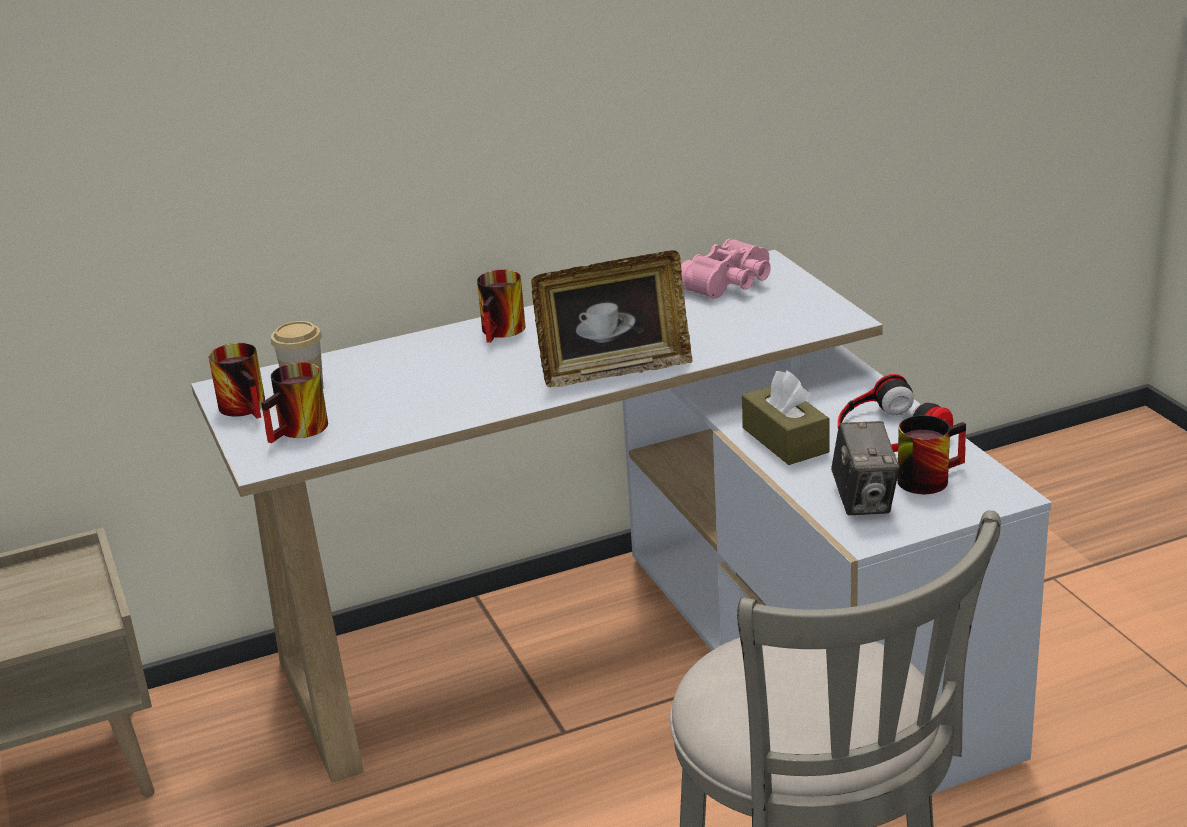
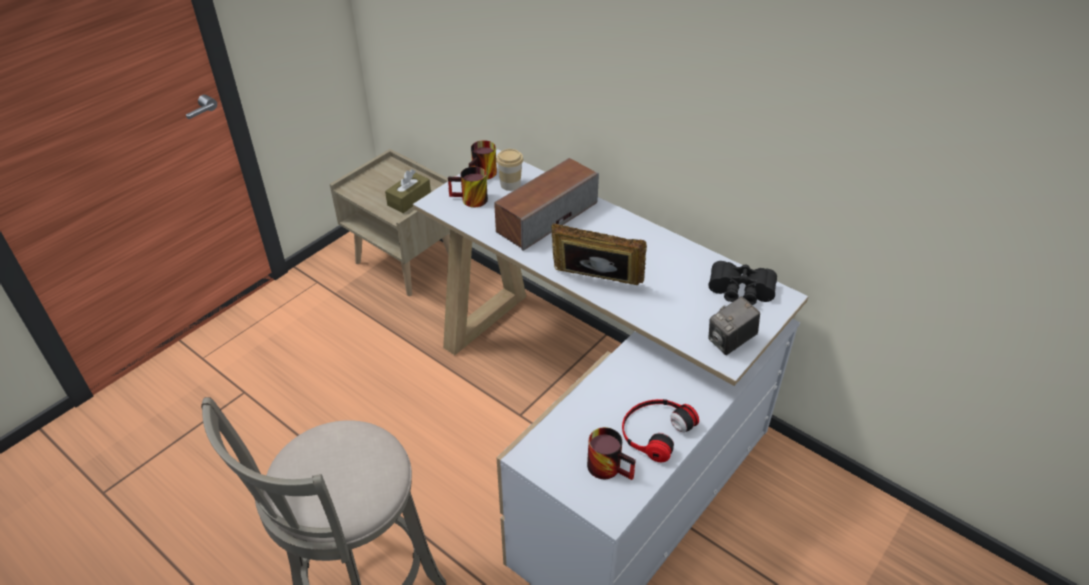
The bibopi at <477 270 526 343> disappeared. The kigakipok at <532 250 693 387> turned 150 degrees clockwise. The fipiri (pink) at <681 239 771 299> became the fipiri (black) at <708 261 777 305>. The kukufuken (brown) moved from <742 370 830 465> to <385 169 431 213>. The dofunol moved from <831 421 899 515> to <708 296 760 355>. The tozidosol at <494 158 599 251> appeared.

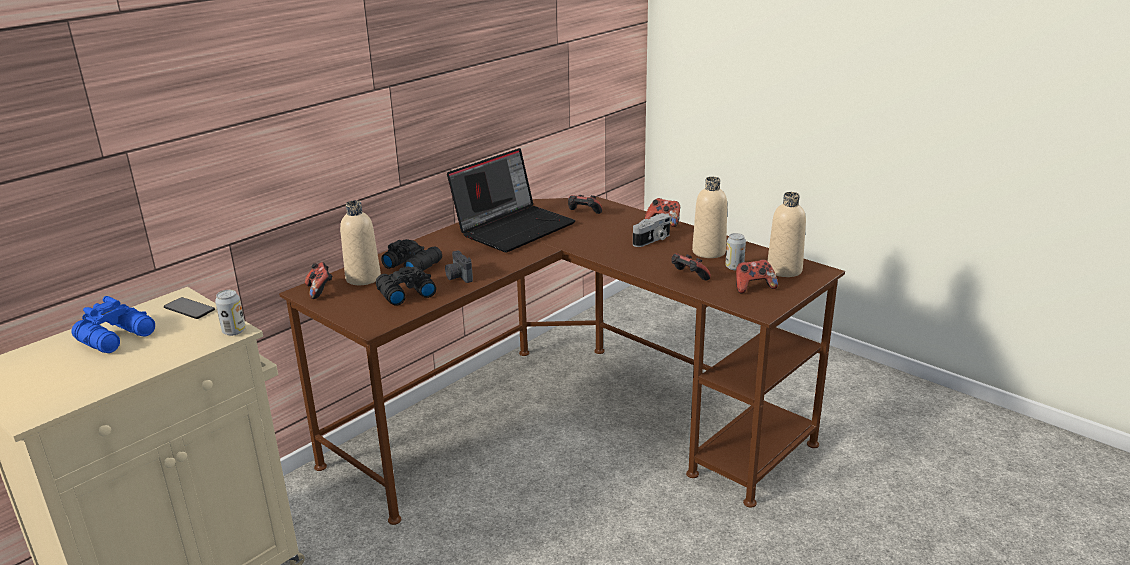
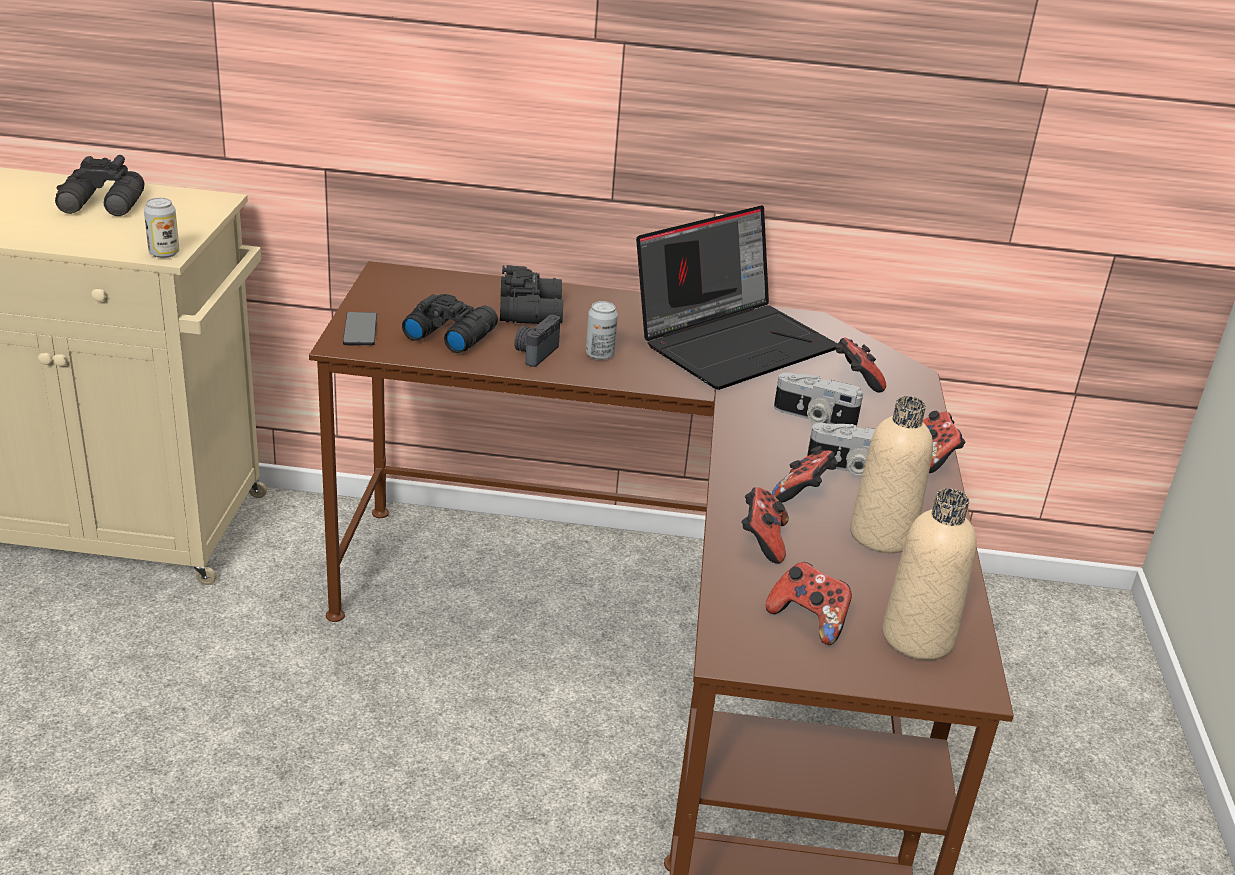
The fipiri (blue) at <72 296 155 353> became the fipiri (black) at <55 155 145 216>. The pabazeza moved from <164 297 215 319> to <343 312 377 346>. The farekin moved from <305 262 332 299> to <772 446 838 503>. The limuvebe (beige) at <340 201 381 285> disappeared. The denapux at <447 148 576 252> turned 45 degrees counterclockwise. The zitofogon moved from <725 233 746 270> to <586 301 618 360>. The dofunol at <774 372 863 427> appeared.

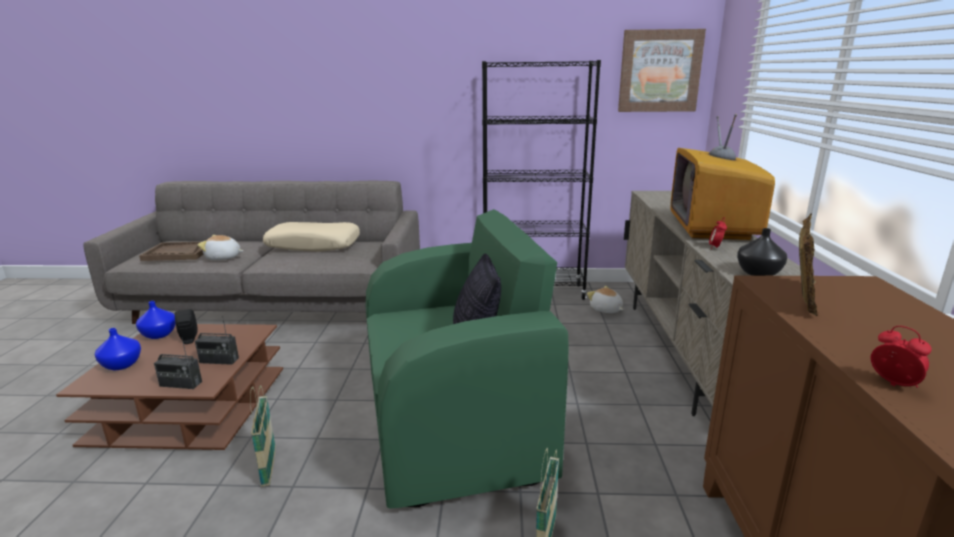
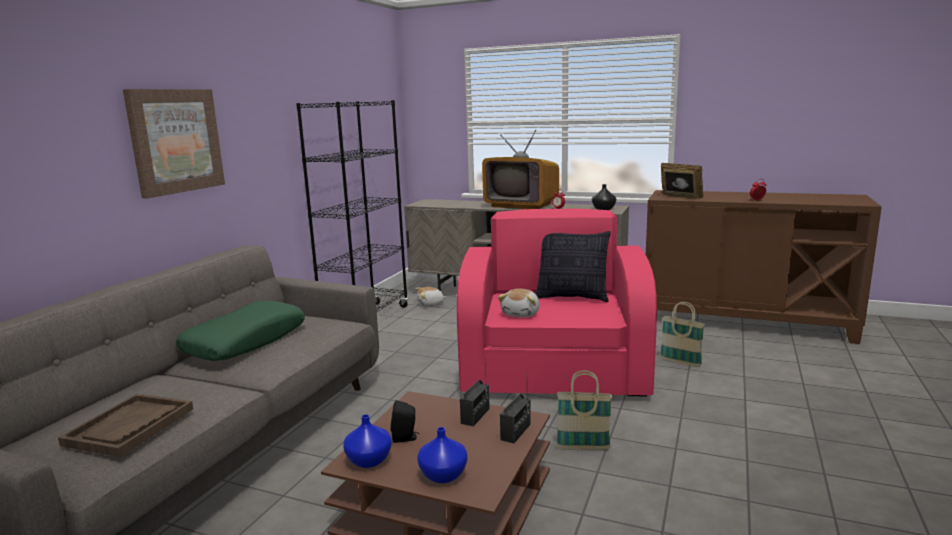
The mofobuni moved from <198 235 243 260> to <498 289 540 317>. The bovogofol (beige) at <263 222 360 252> became the bovogofol (green) at <176 301 305 361>. The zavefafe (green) at <366 209 569 508> became the zavefafe (pink) at <457 208 657 397>. The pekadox moved from <618 29 706 112> to <123 89 225 198>.

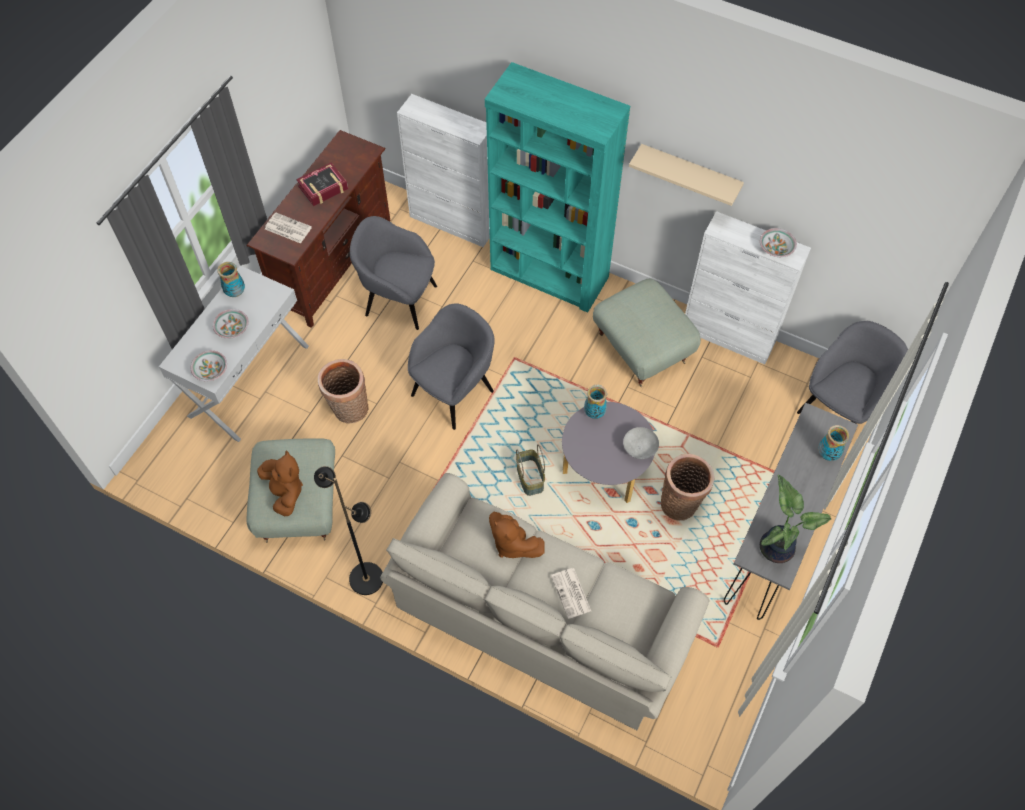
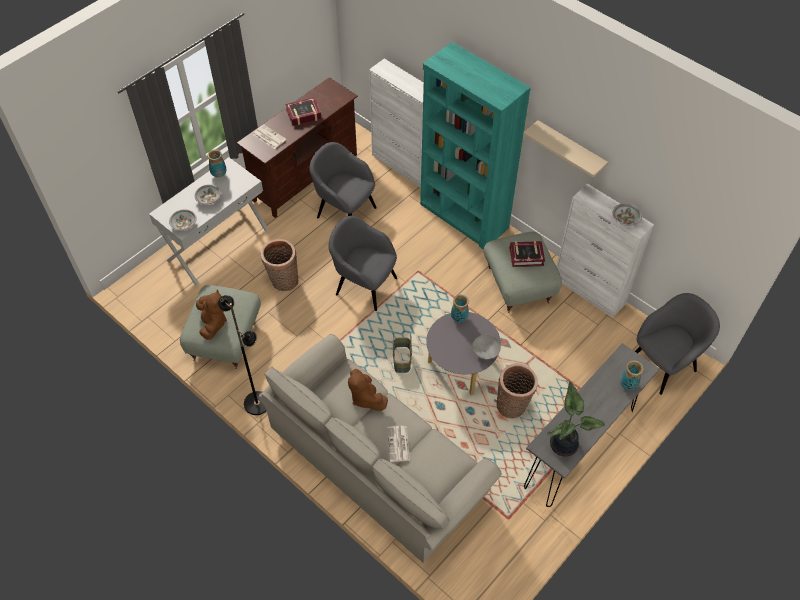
The zavefafe (grey) at <408 304 495 430> turned 120 degrees counterclockwise. The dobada at <509 241 545 267> appeared.

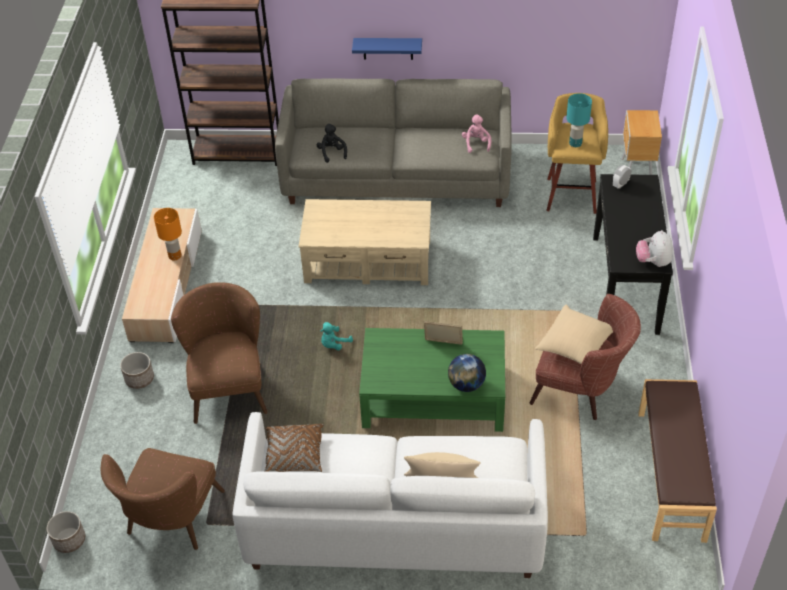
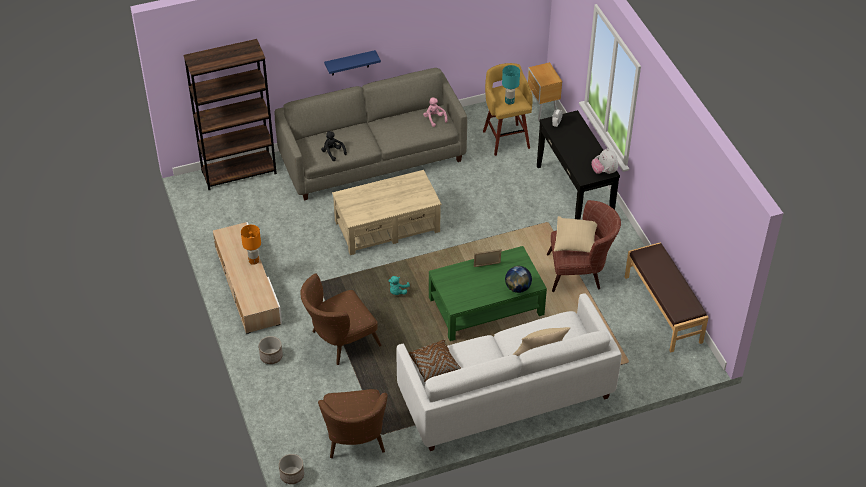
The zavefafe (brown) at <171 282 268 424> turned 90 degrees counterclockwise.

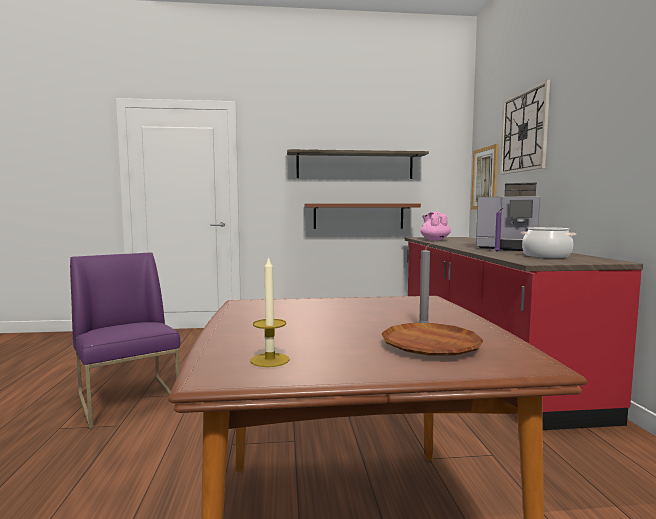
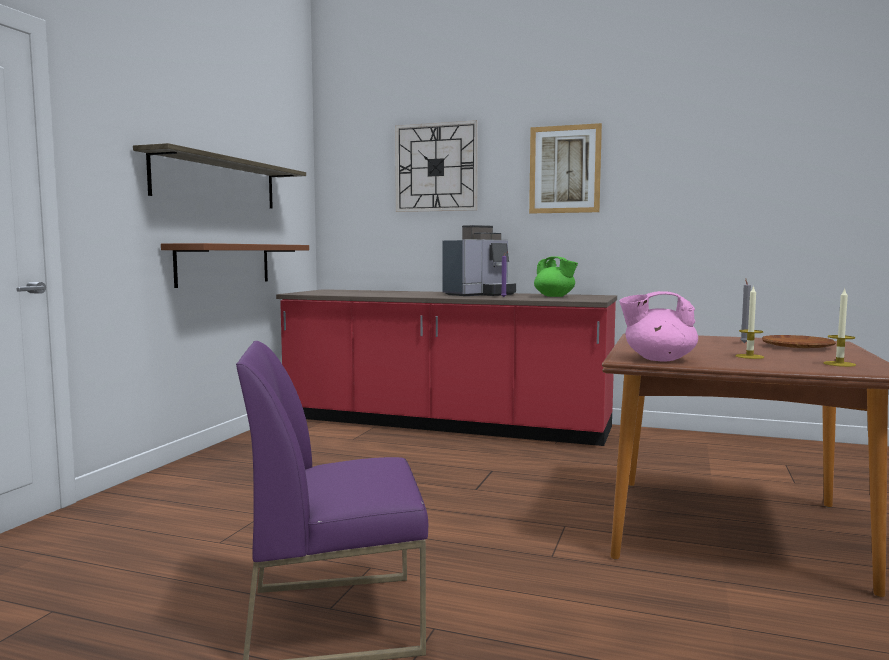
The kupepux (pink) moved from <420 212 451 241> to <619 291 698 362>. The pekadox moved from <471 144 498 209> to <529 123 602 214>. The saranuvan at <521 227 576 258> was replaced by the kupepux (green) at <534 256 578 297>. The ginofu at <736 285 764 359> appeared.

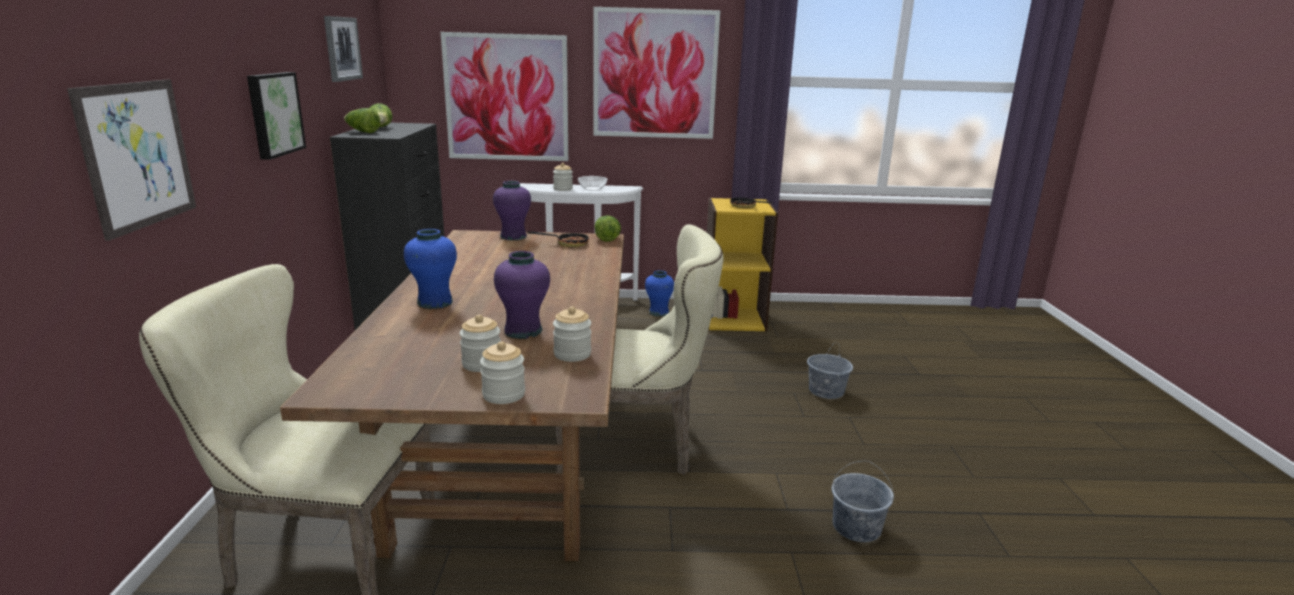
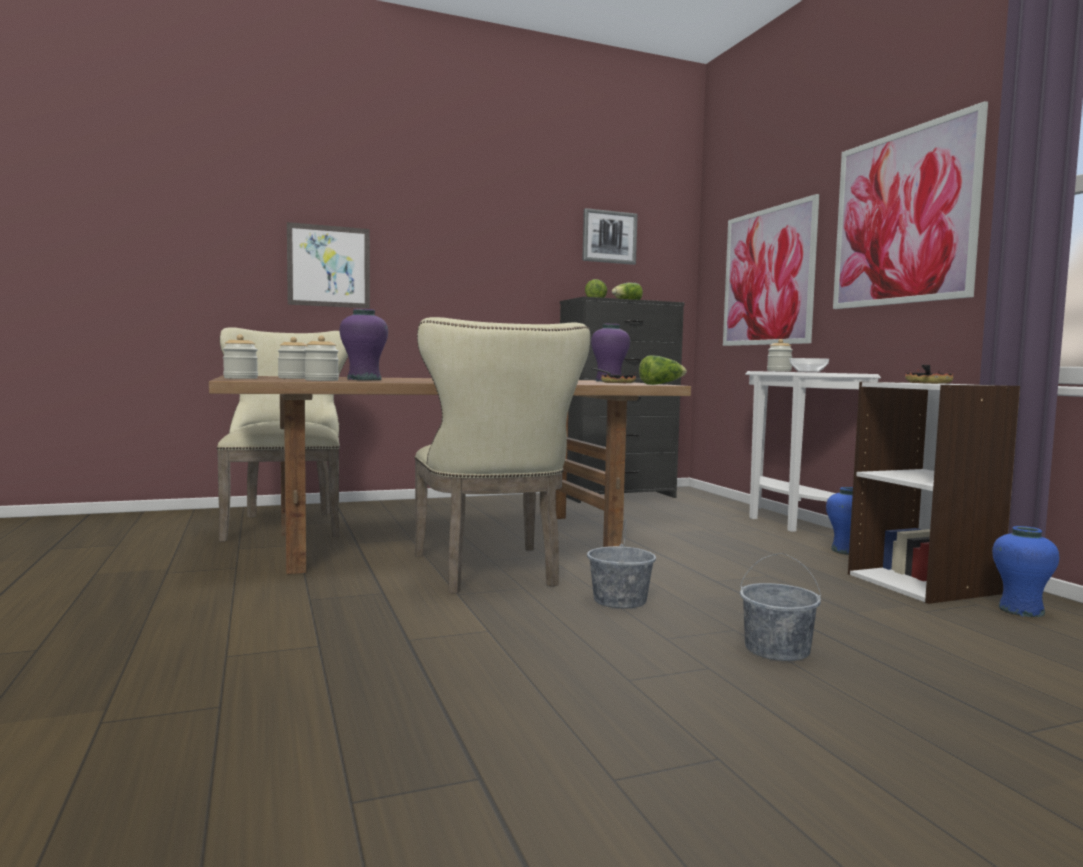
The pekadox at <247 72 306 160> disappeared. The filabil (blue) moved from <404 229 457 309> to <992 526 1059 617>. The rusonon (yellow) at <707 198 778 332> became the rusonon (white) at <848 382 1020 604>. The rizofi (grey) moved from <831 461 894 542> to <587 519 656 608>.

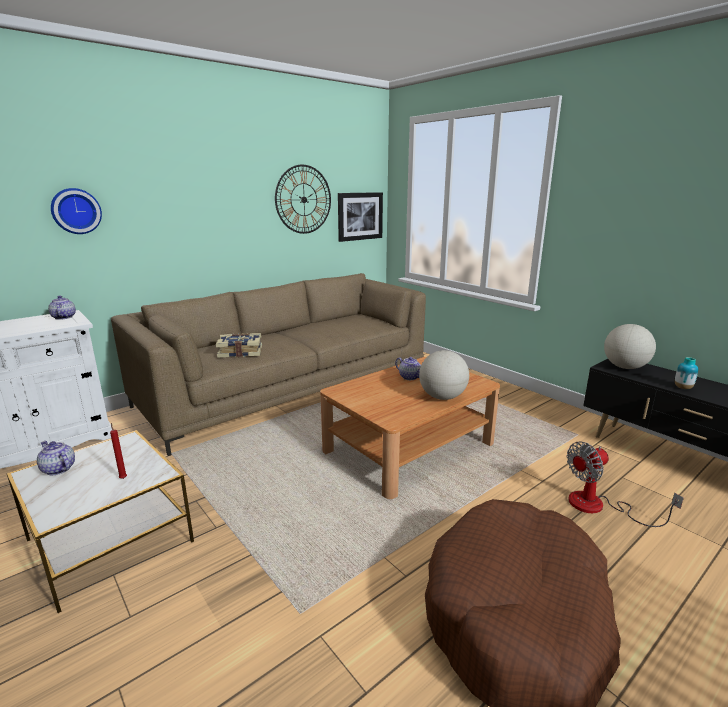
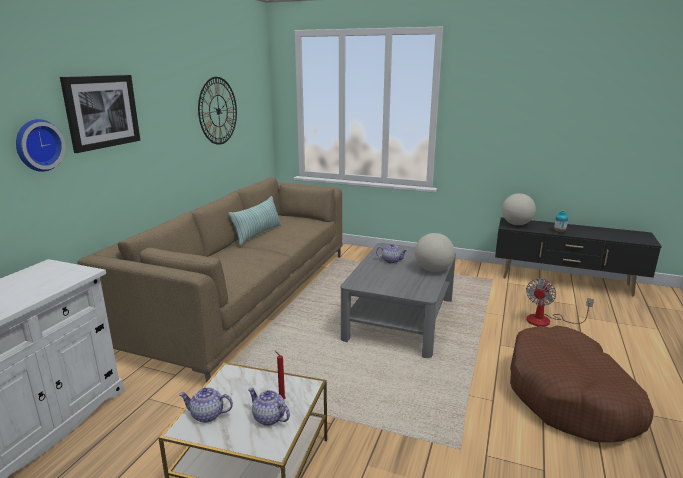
The kupepux moved from <48 296 76 320> to <248 388 290 426>. The dobada at <216 333 262 358> disappeared. The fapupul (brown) at <320 357 500 499> became the fapupul (grey) at <340 243 456 358>. The pekadox moved from <338 192 383 242> to <60 75 140 153>. The bovogofol at <228 196 282 245> appeared.

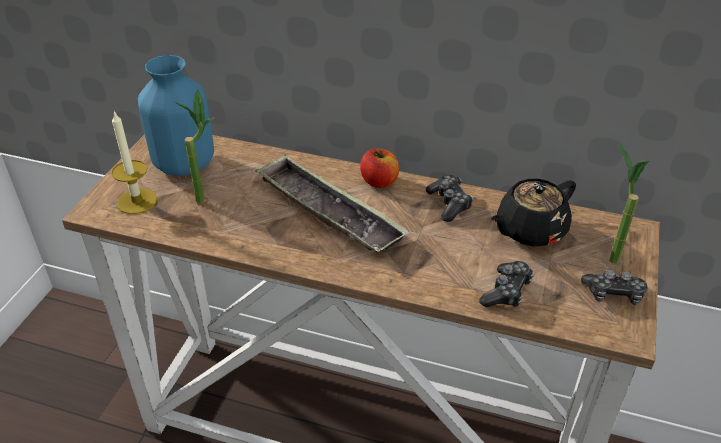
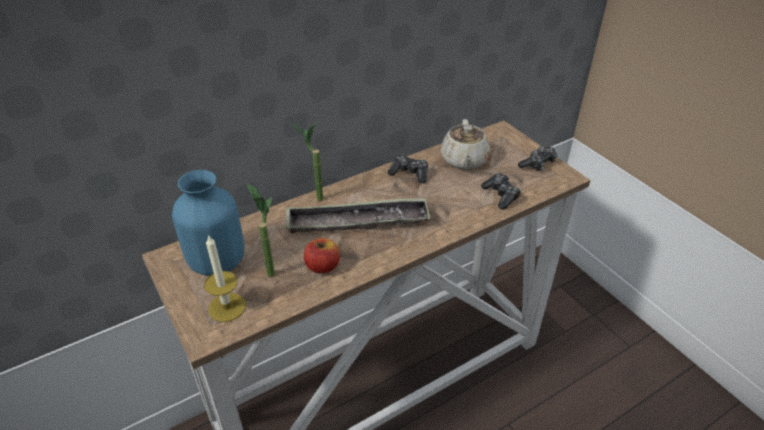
The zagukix moved from <360 148 399 188> to <304 238 340 273>. The kupepux (black) at <491 179 576 246> became the kupepux (beige) at <440 119 490 170>. The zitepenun moved from <609 144 650 264> to <291 123 323 201>.

